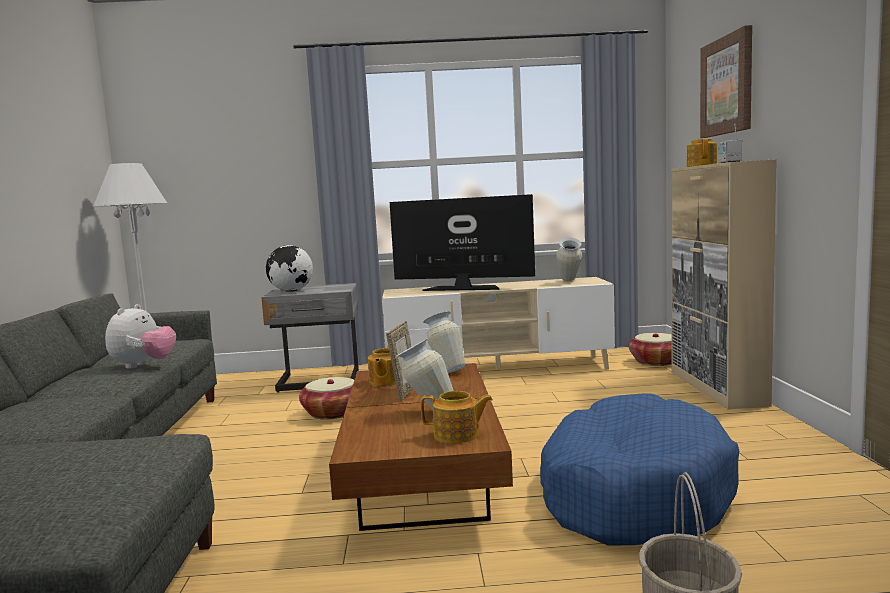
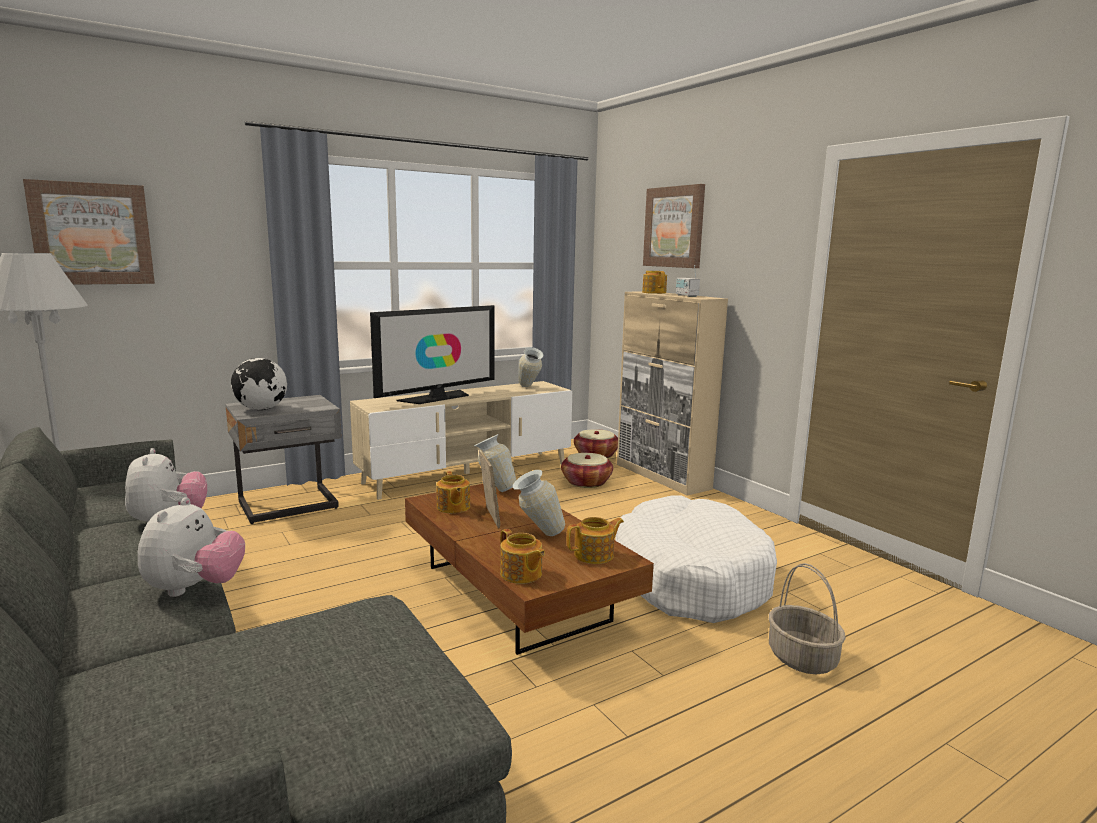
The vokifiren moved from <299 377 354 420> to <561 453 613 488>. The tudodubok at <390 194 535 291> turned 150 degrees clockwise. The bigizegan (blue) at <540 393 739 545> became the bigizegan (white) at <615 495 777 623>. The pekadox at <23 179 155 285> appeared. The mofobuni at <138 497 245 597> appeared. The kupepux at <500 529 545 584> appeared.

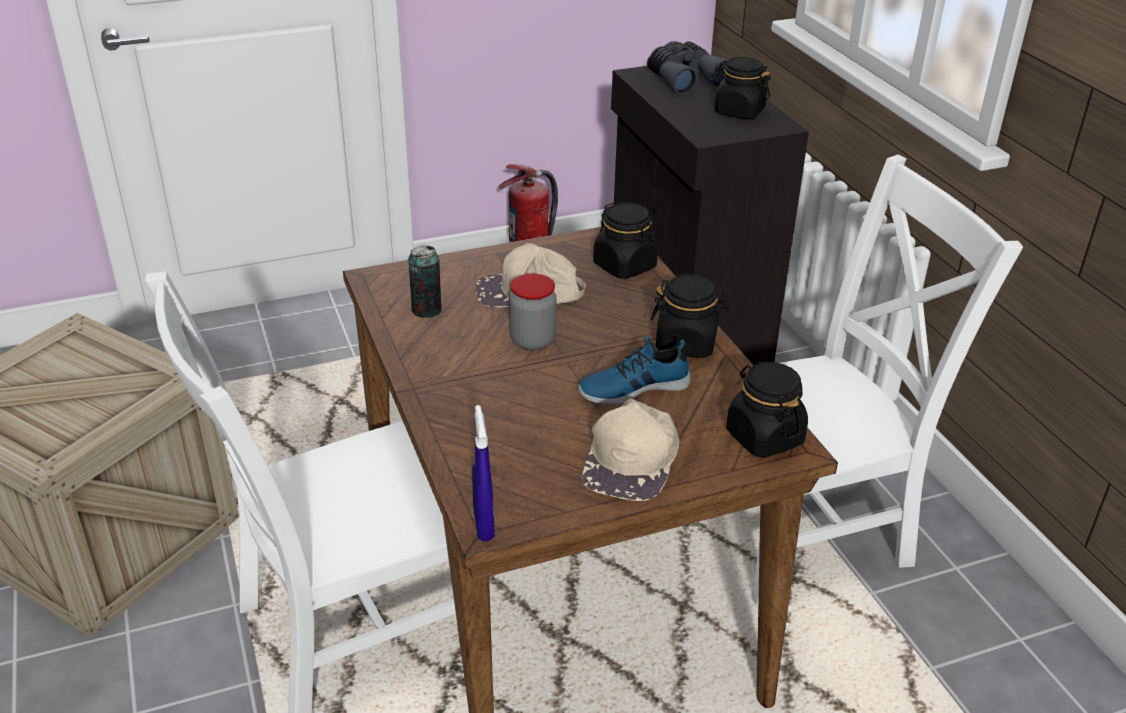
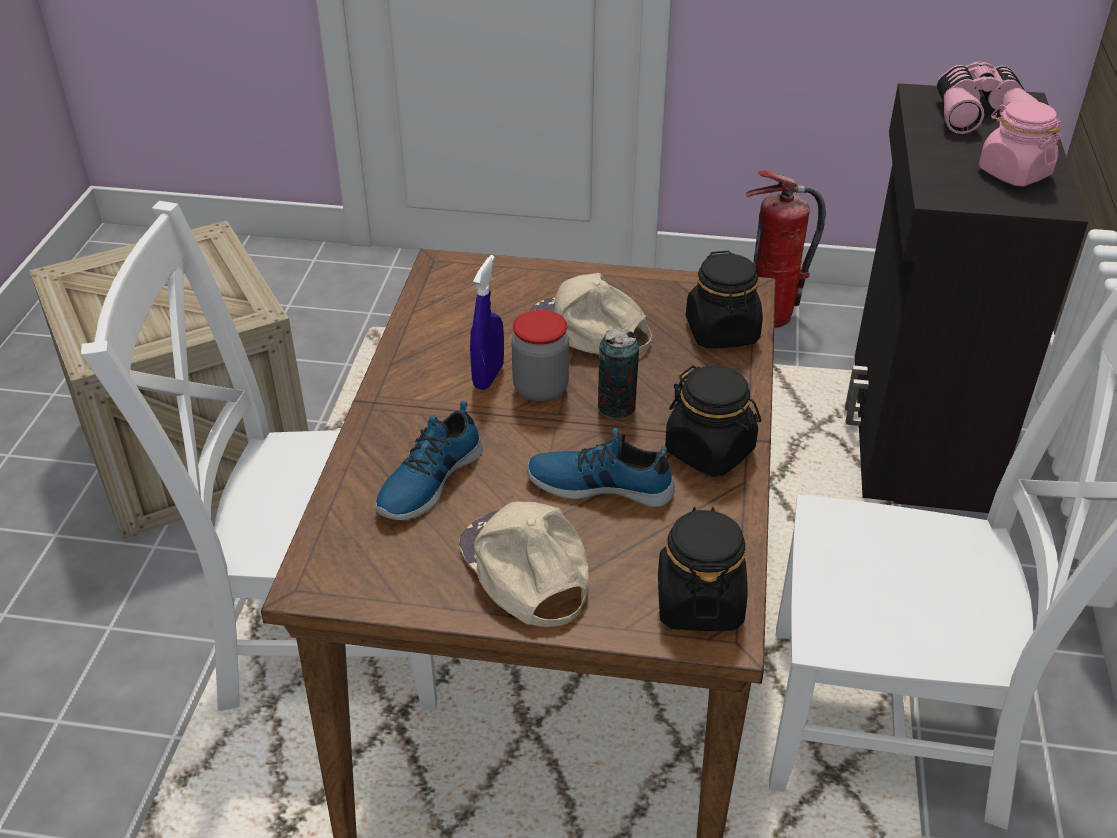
The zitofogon moved from <408 246 441 318> to <598 328 639 418>. The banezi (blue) moved from <472 405 495 541> to <470 255 504 390>. The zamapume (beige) at <582 399 680 501> turned 105 degrees clockwise. The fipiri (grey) at <647 41 728 95> became the fipiri (pink) at <937 61 1039 134>. The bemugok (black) at <714 57 771 119> became the bemugok (pink) at <979 100 1061 187>. The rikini at <375 401 483 520> appeared.

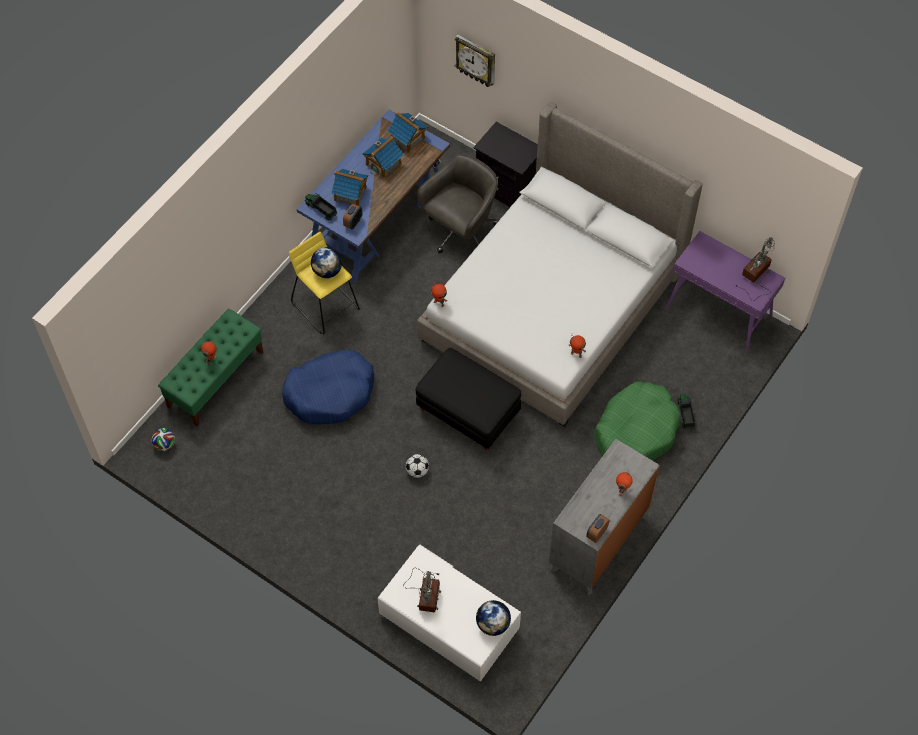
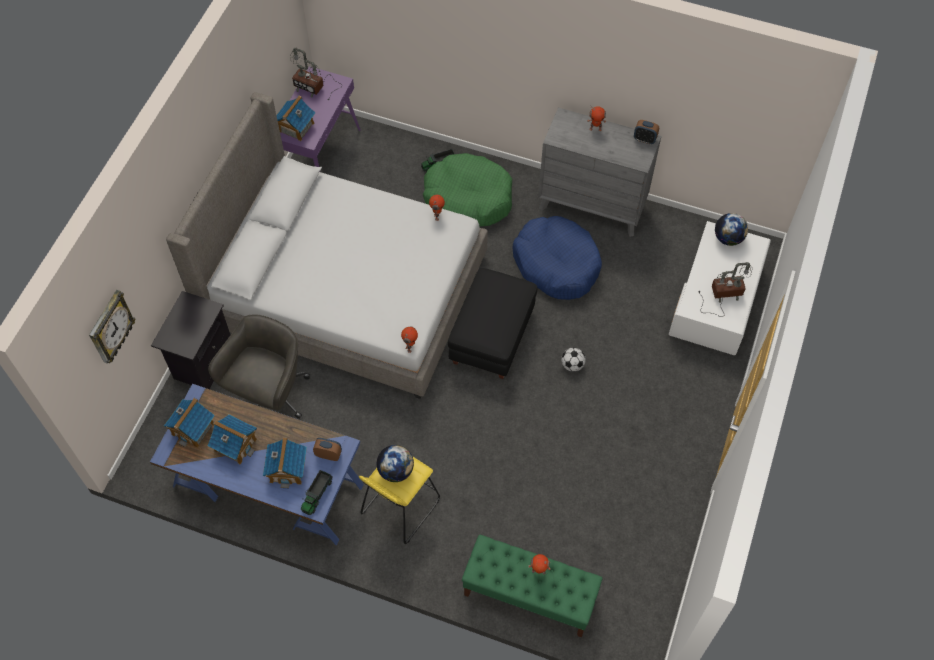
The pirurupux at <152 428 175 451> disappeared. The bigizegan (blue) moved from <282 350 374 425> to <513 216 602 300>. The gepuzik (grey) at <417 154 498 253> turned 90 degrees clockwise. The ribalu at <276 96 316 141> appeared.

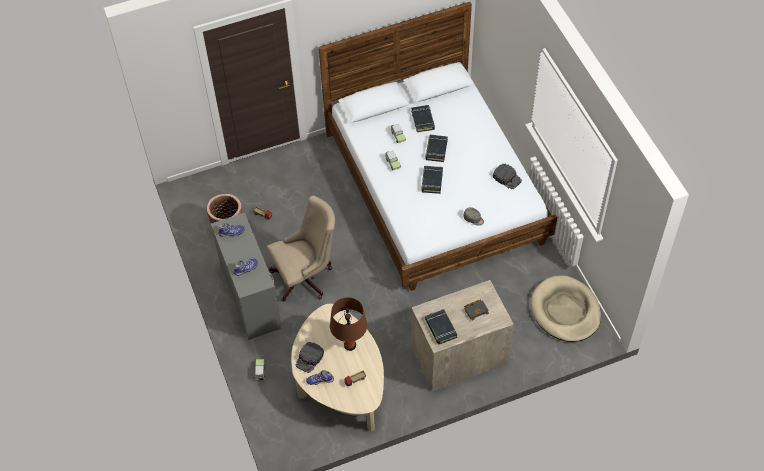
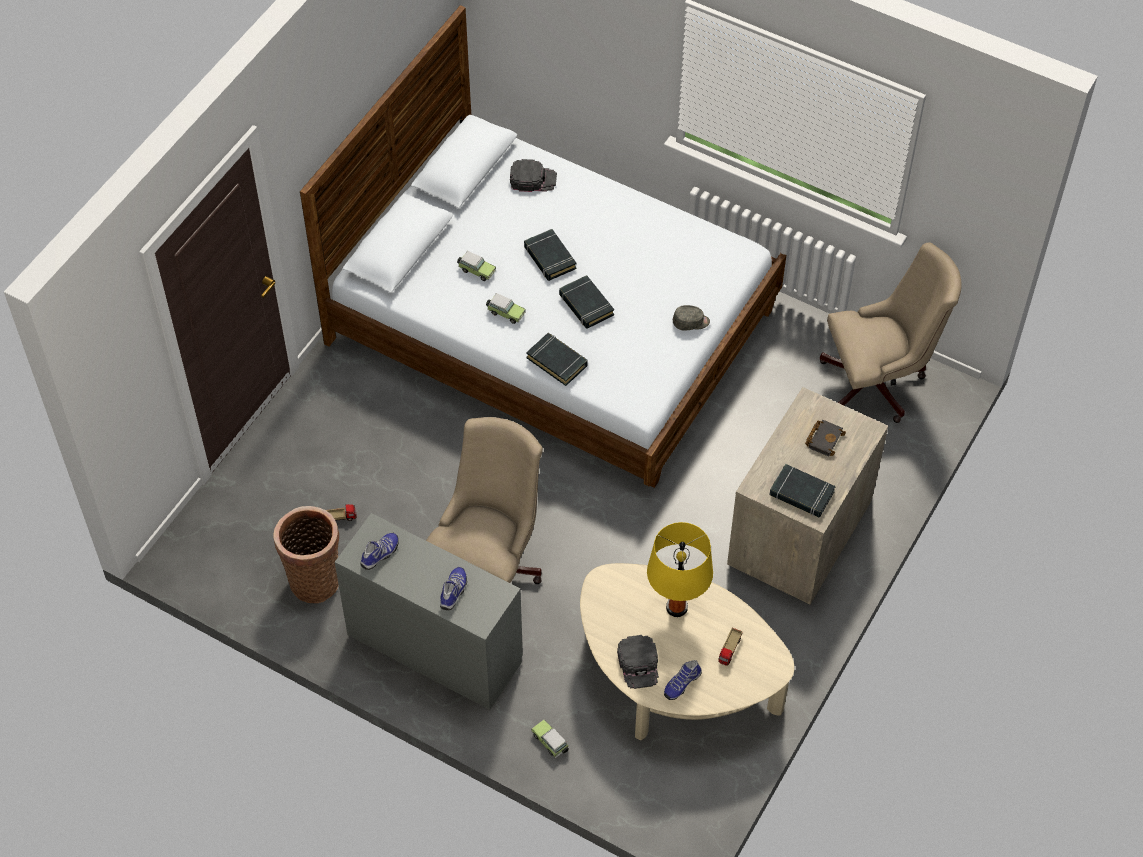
The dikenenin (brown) at <330 297 367 351> became the dikenenin (yellow) at <647 522 713 617>. The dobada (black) moved from <411 105 435 132> to <526 333 587 386>. The zamapume (black) moved from <493 164 522 189> to <510 159 557 192>. The bigizegan (beige) at <530 275 601 342> was replaced by the gepuzik (beige) at <819 243 962 423>.

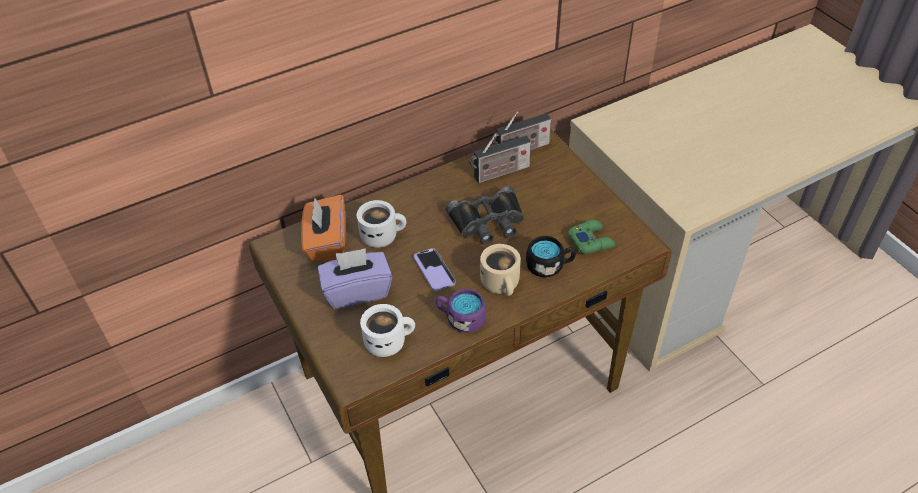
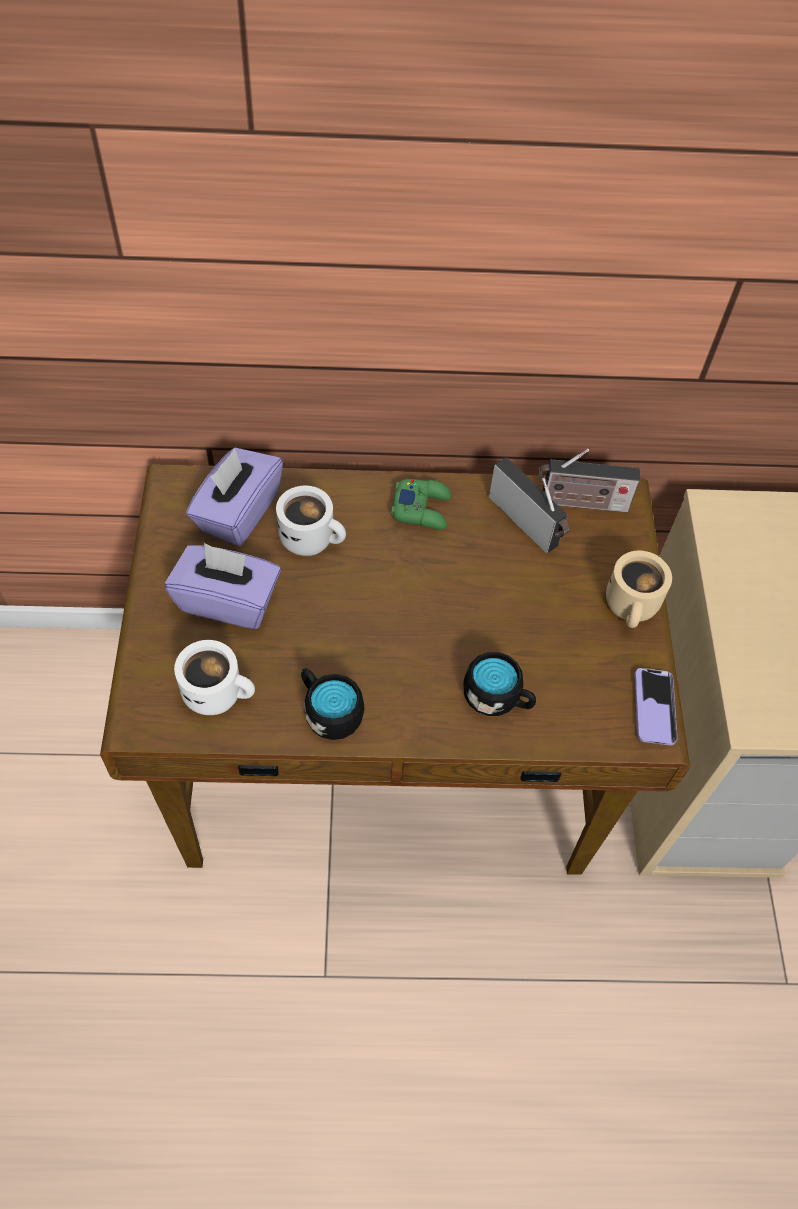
The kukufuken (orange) at <301 195 345 262> became the kukufuken (purple) at <186 448 283 546>. The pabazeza moved from <413 248 456 291> to <634 668 677 745>. The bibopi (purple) at <436 289 486 333> became the bibopi (black) at <301 668 364 740>. The fipiri (black) at <446 186 524 244> disappeared. The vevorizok at <469 134 531 183> turned 135 degrees counterclockwise. The bibopi (beige) moved from <480 244 521 296> to <606 551 672 628>. The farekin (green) moved from <568 219 615 254> to <391 479 451 530>.

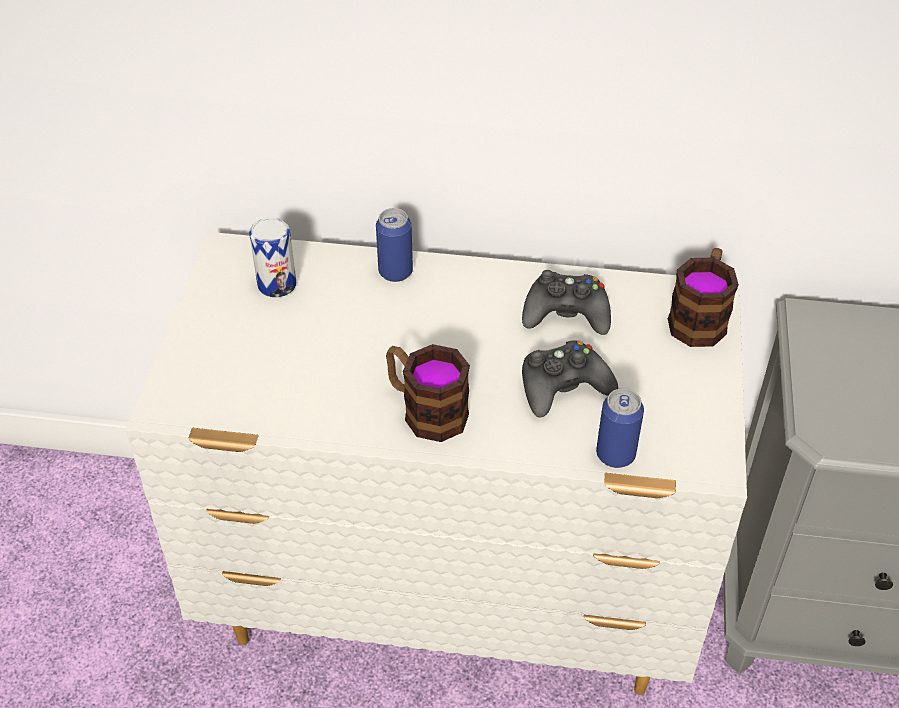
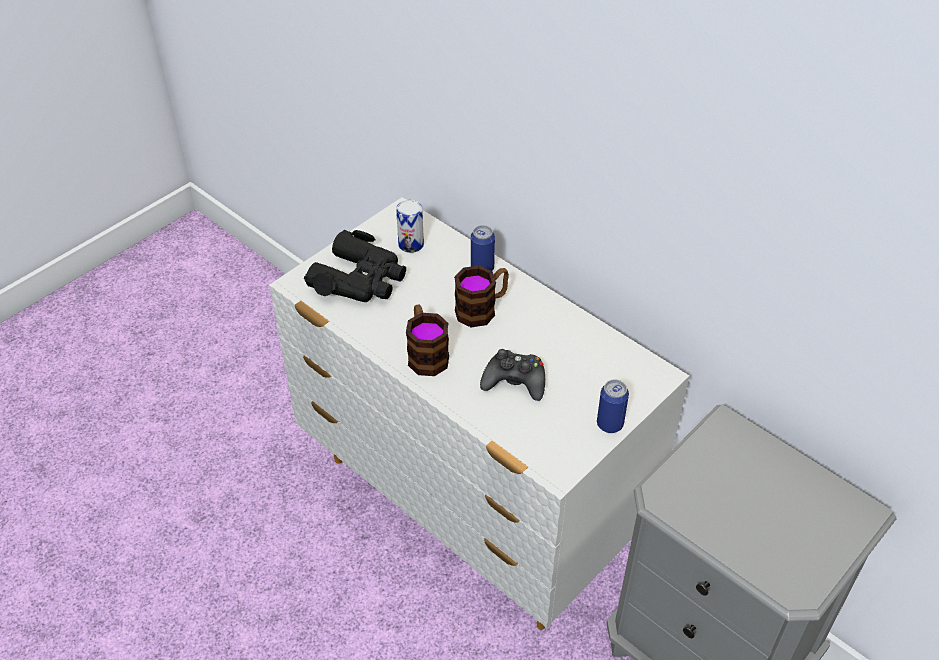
The farekin (black) at <522 270 611 335> disappeared. The zitofogon moved from <596 388 644 468> to <597 380 629 433>. The bibopi moved from <668 248 739 347> to <454 266 509 327>. The fipiri (black) at <304 230 406 302> appeared.

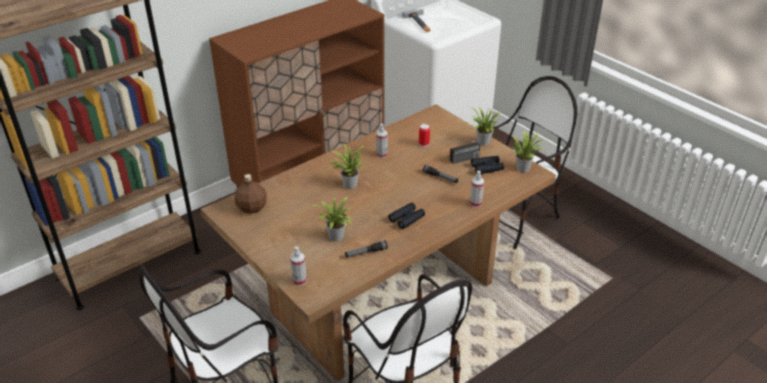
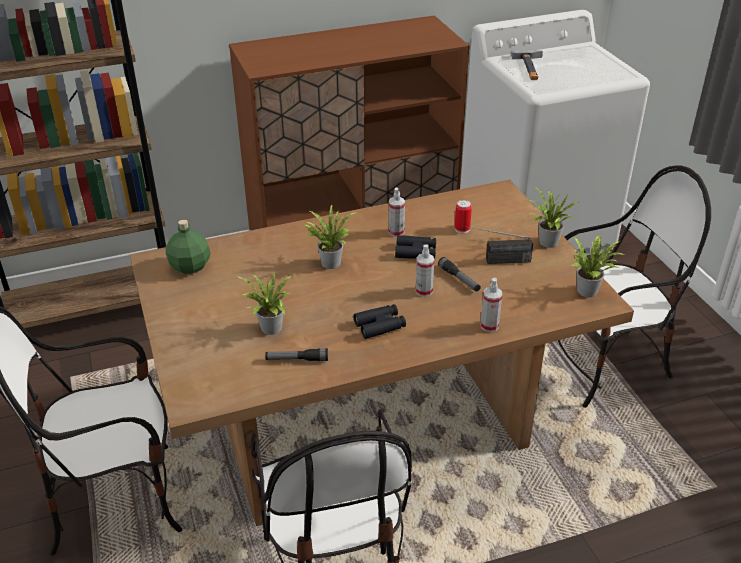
The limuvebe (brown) at <235 174 267 214> became the limuvebe (green) at <166 219 211 274>. The banezi moved from <290 247 307 286> to <415 245 434 297>. The fipiri (black) moved from <471 156 504 174> to <395 235 436 259>.

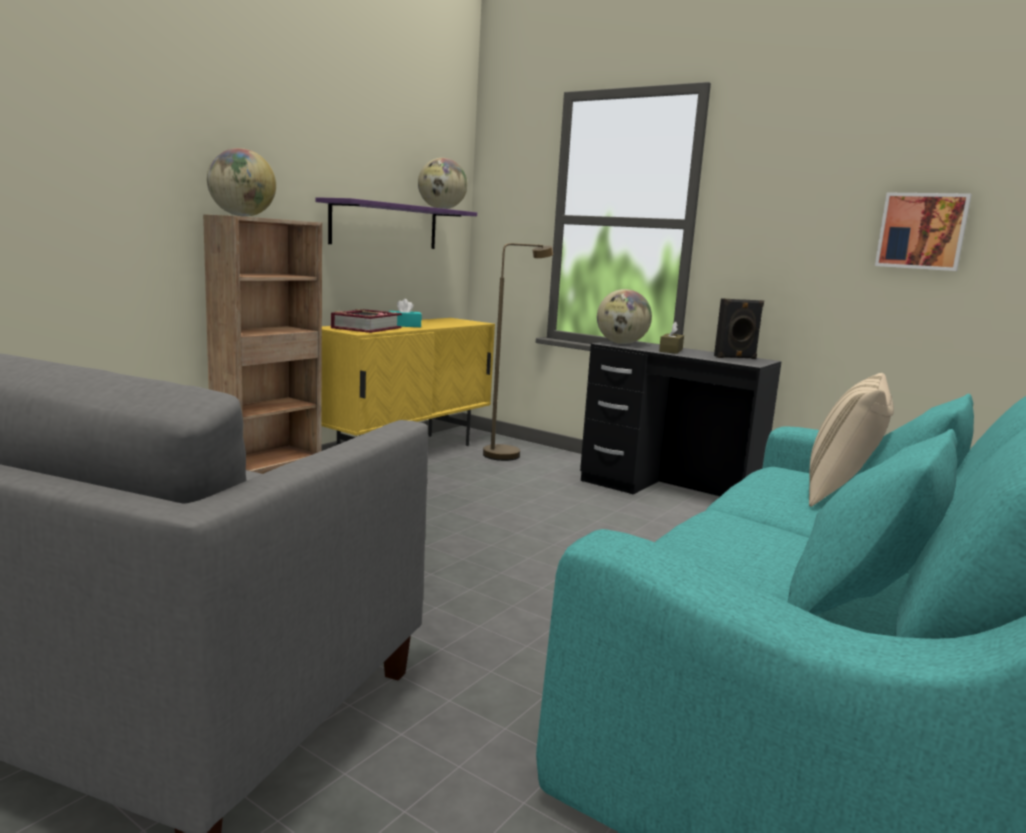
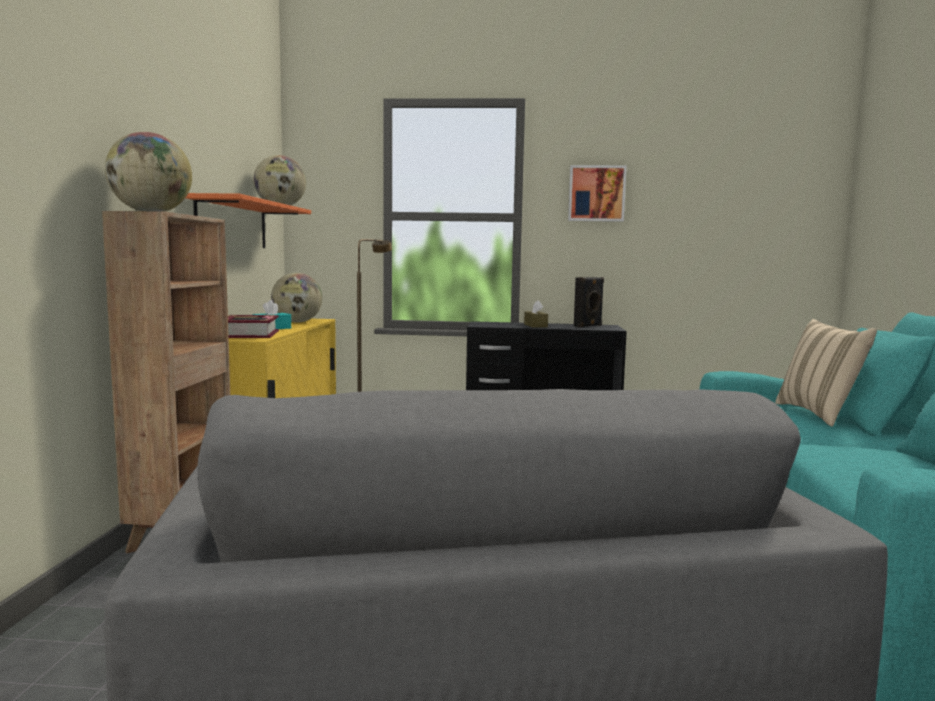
The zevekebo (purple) at <316 197 477 249> became the zevekebo (orange) at <186 193 311 248>. The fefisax moved from <597 289 652 344> to <271 273 322 323>. The pekadox moved from <875 193 972 271> to <568 165 627 222>.

